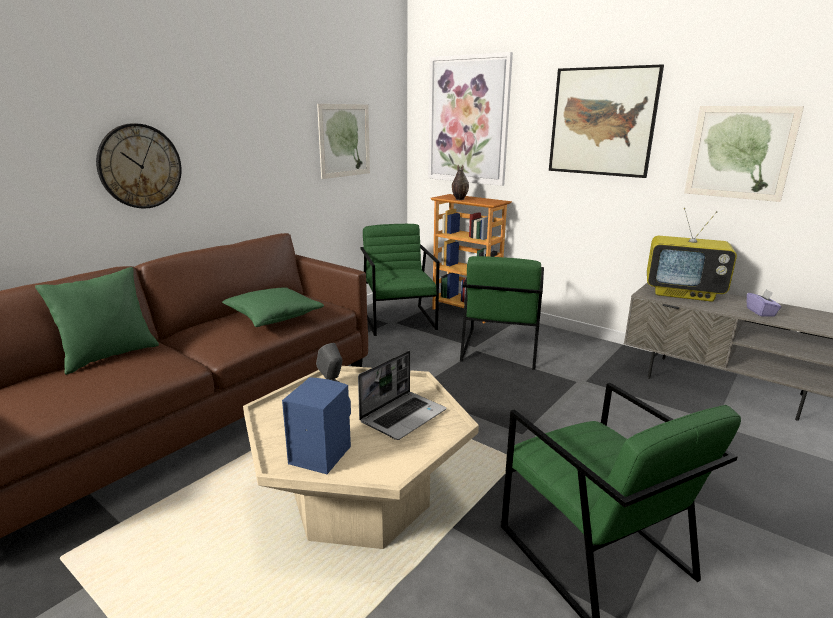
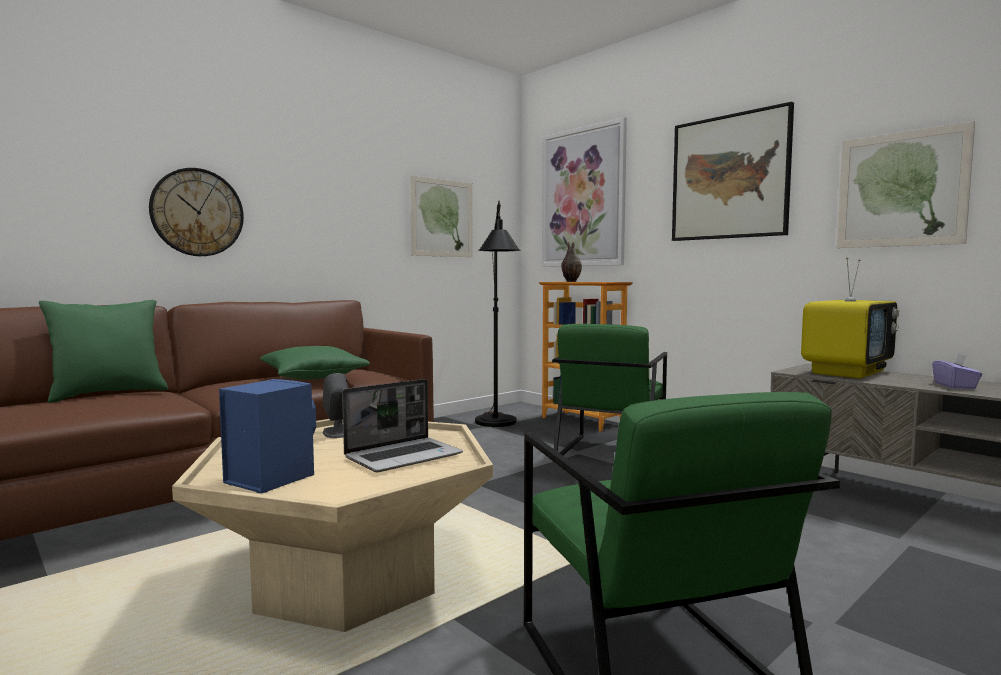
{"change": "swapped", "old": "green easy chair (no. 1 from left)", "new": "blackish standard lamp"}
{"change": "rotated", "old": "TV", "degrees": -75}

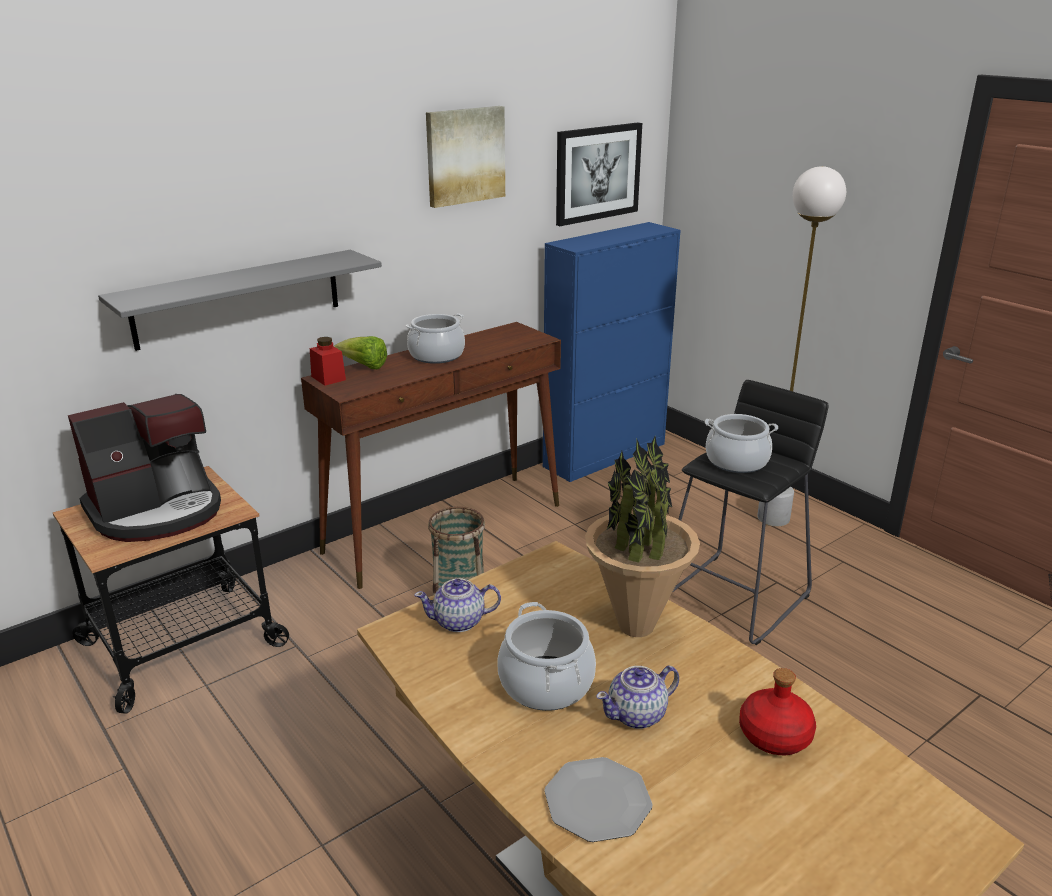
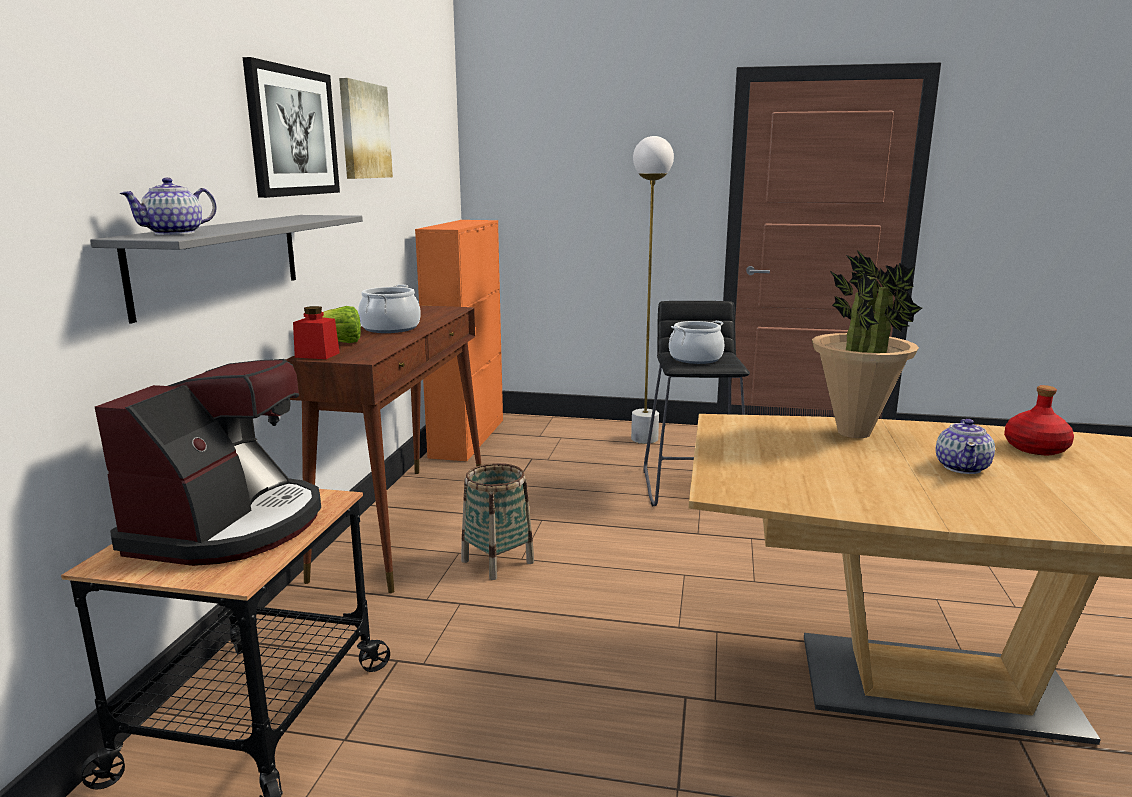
{"change": "shifted", "old": "teapot (no. 1 from left)"}
{"change": "shifted", "old": "picture (no. 2 from left in the first image)", "new": "picture (no. 1 from left)"}
{"change": "repainted", "old": "blue cupboard", "new": "orangey cupboard"}
{"change": "gone", "old": "stockpot (no. 2 from left)"}
{"change": "gone", "old": "dinner plate"}

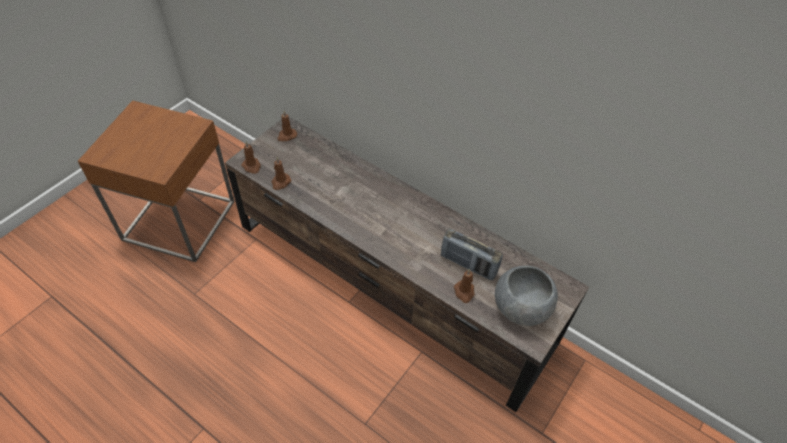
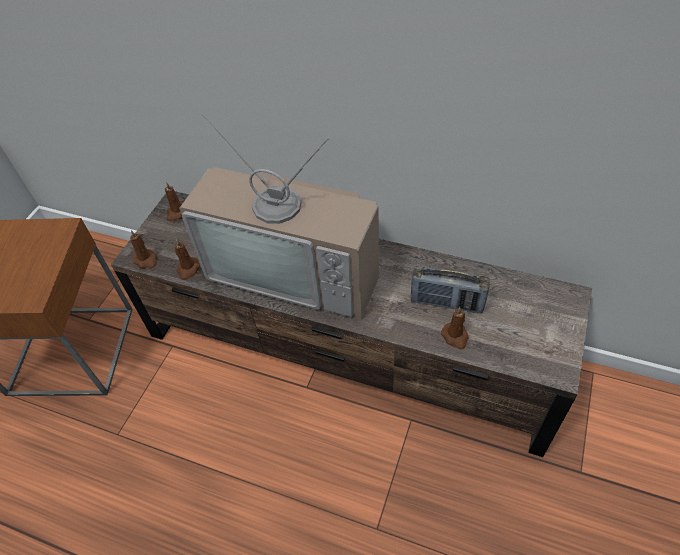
{"change": "new", "new": "TV"}
{"change": "gone", "old": "grey bowl"}

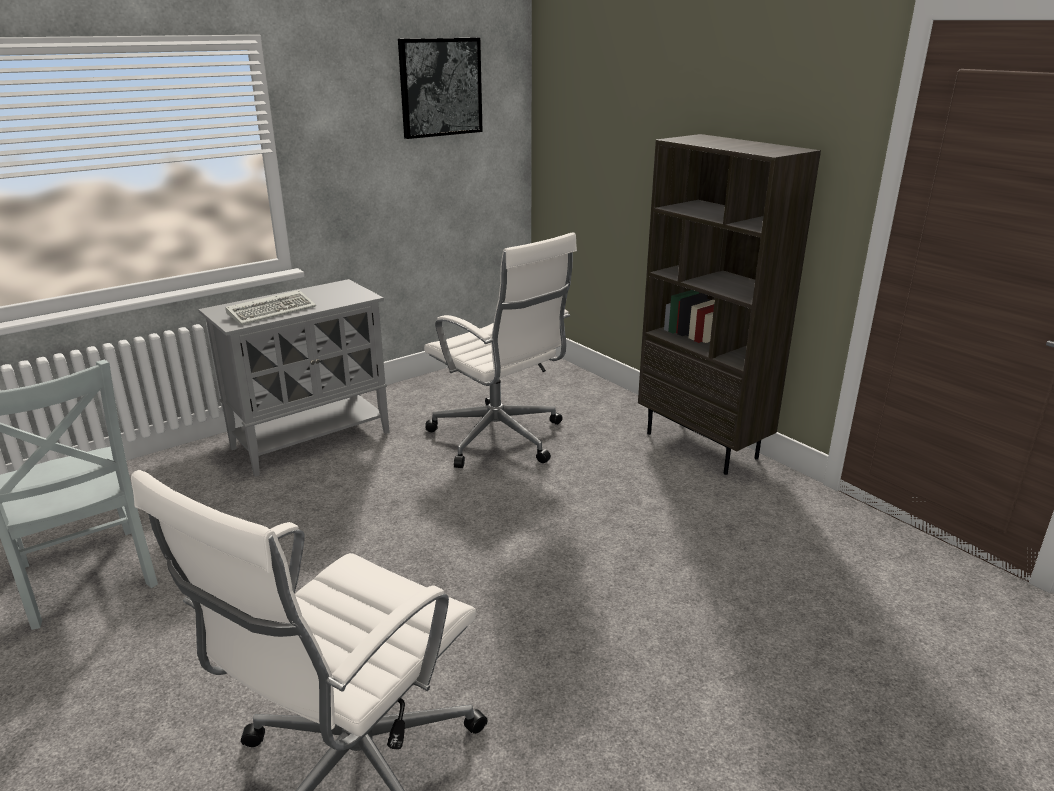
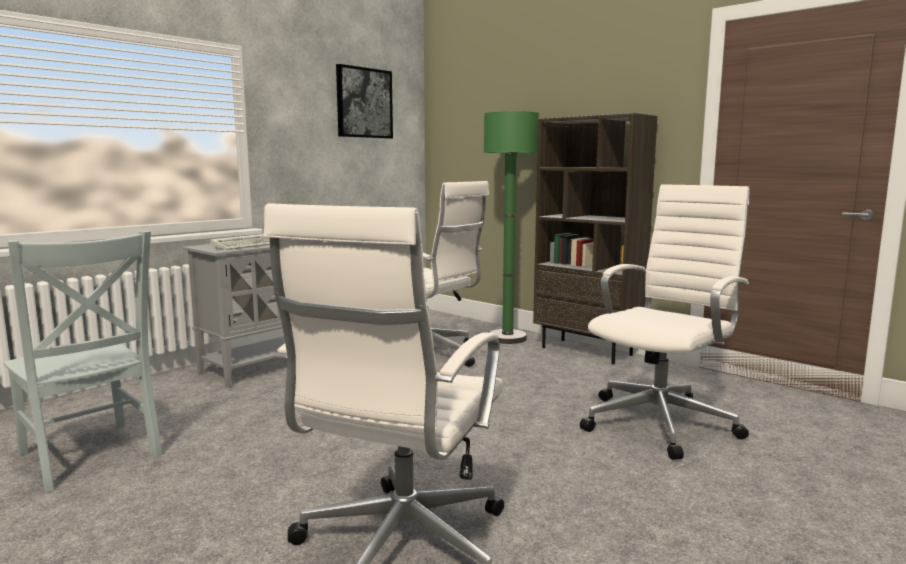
{"change": "new", "new": "green standard lamp"}
{"change": "new", "new": "white office chair (no. 3 from left)"}

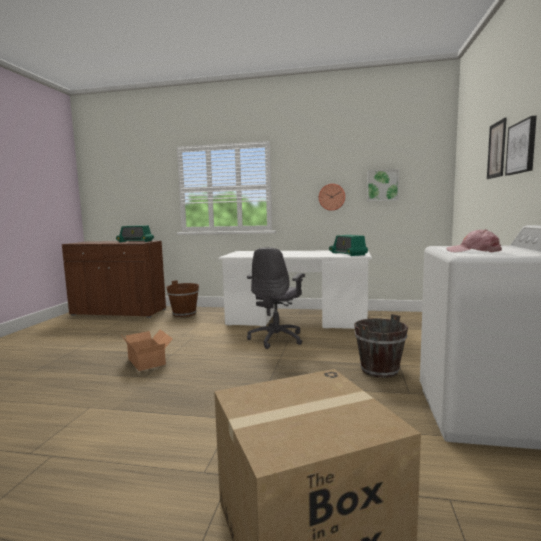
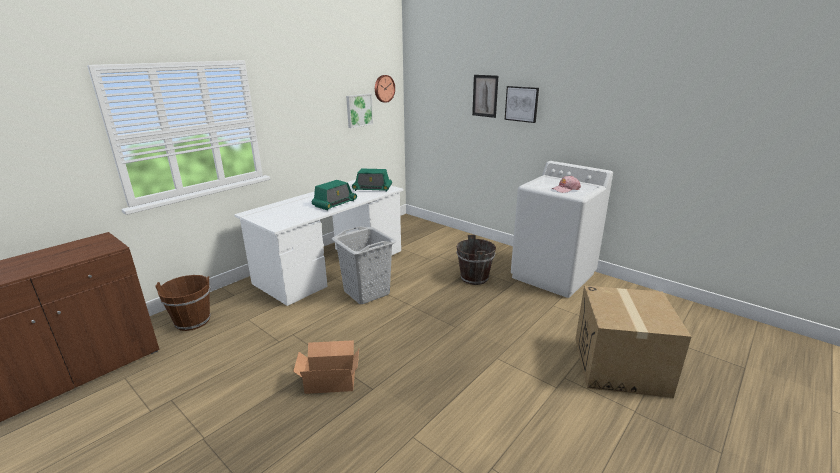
{"change": "shifted", "old": "radio (no. 1 from left)"}
{"change": "swapped", "old": "grey office chair", "new": "grey washing basket"}
{"change": "shifted", "old": "clock on the wall"}

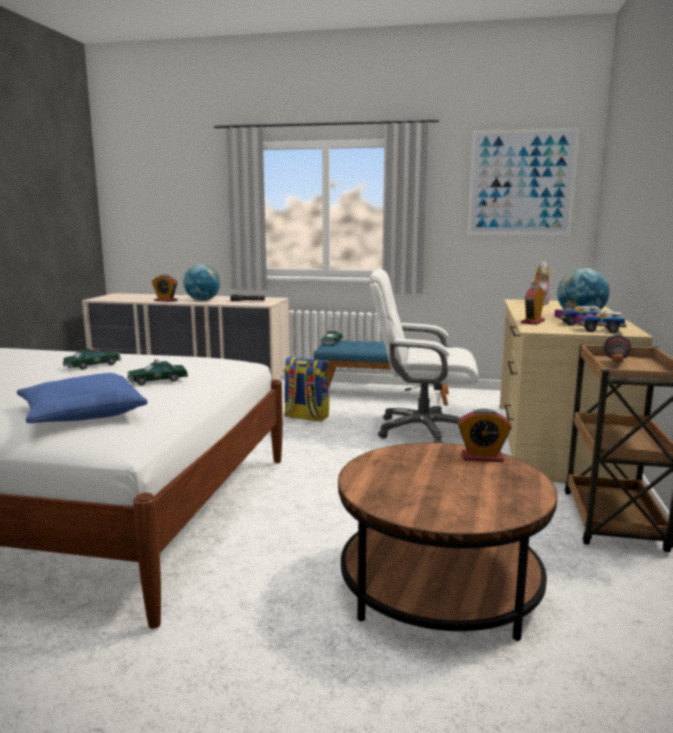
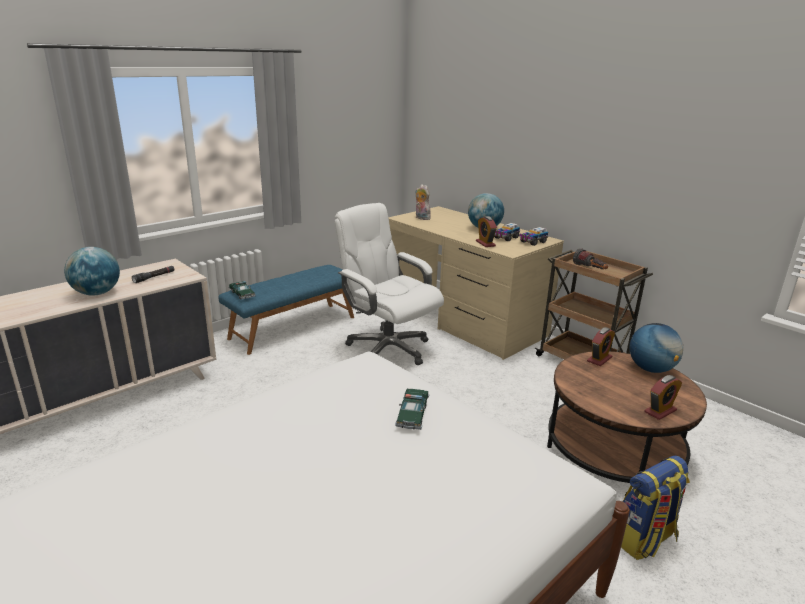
{"change": "rotated", "old": "white office chair", "degrees": 90}
{"change": "shifted", "old": "knapsack"}
{"change": "new", "new": "world globe (no. 3 from left)"}
{"change": "shifted", "old": "alarm clock (no. 1 from left in the first image)", "new": "alarm clock (no. 3 from left)"}
{"change": "gone", "old": "blue pillow"}
{"change": "gone", "old": "miniature car (no. 1 from left)"}
{"change": "gone", "old": "picture"}

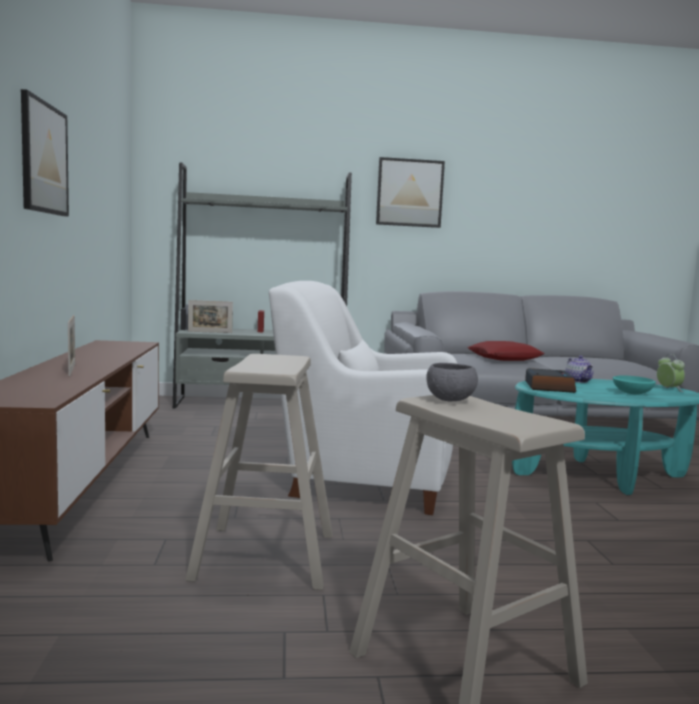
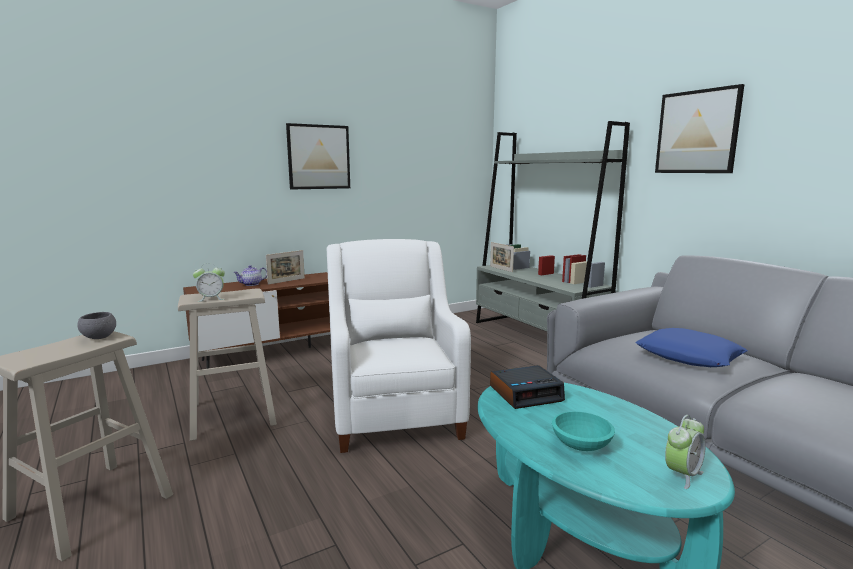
{"change": "new", "new": "alarm clock (no. 1 from left)"}
{"change": "shifted", "old": "teapot"}
{"change": "repainted", "old": "red pillow", "new": "blue pillow"}

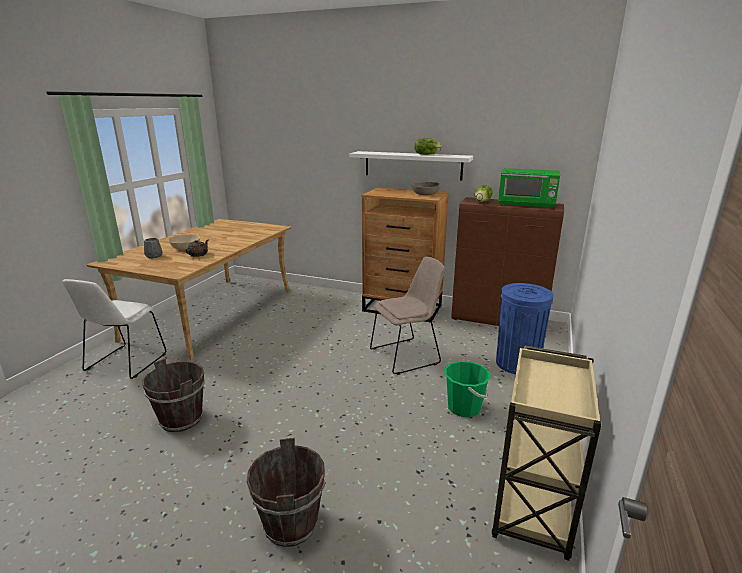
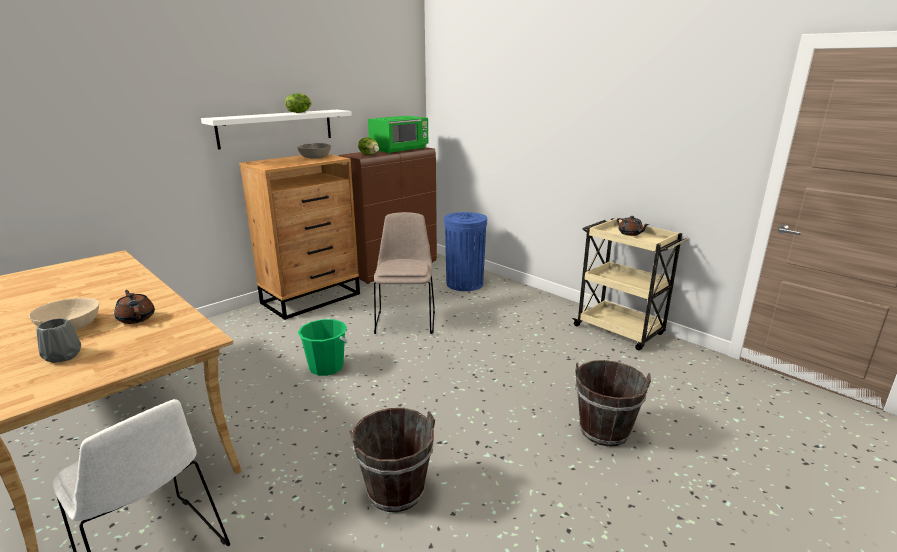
{"change": "shifted", "old": "green water bucket"}
{"change": "new", "new": "brown teapot (no. 2 from left)"}

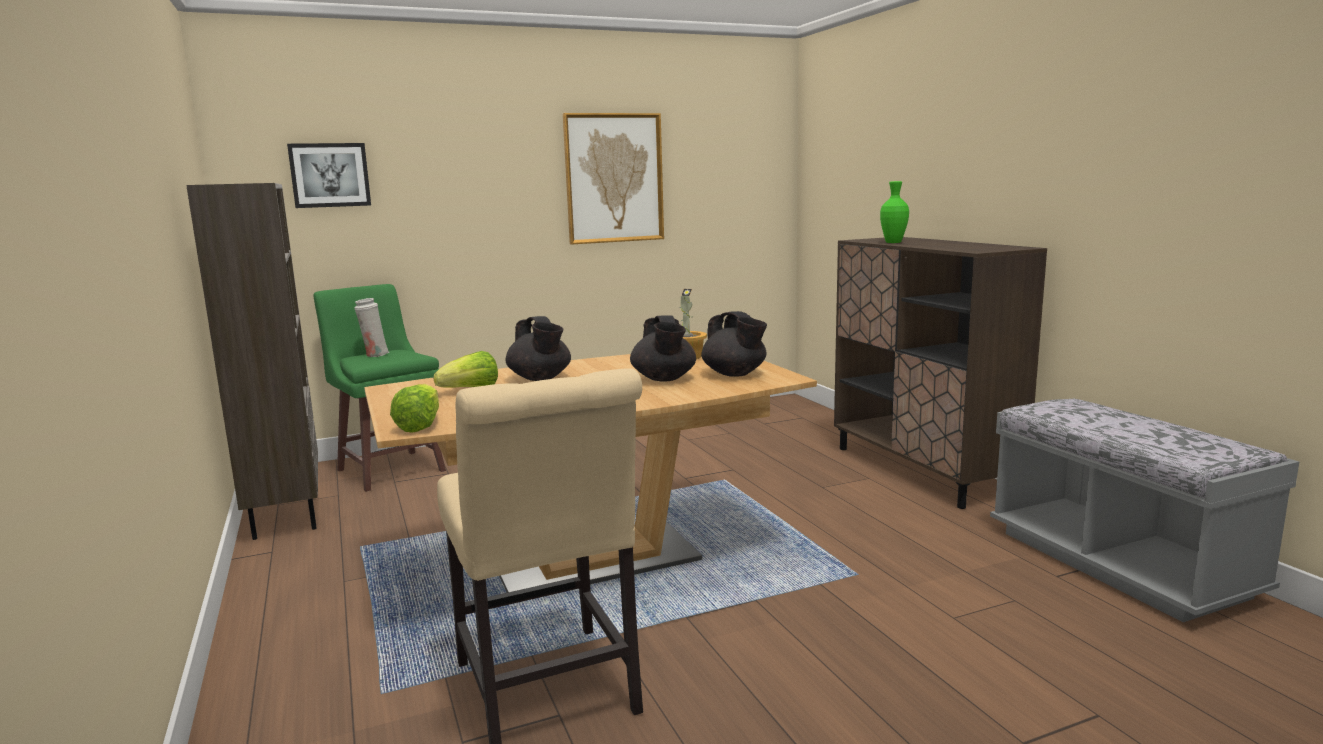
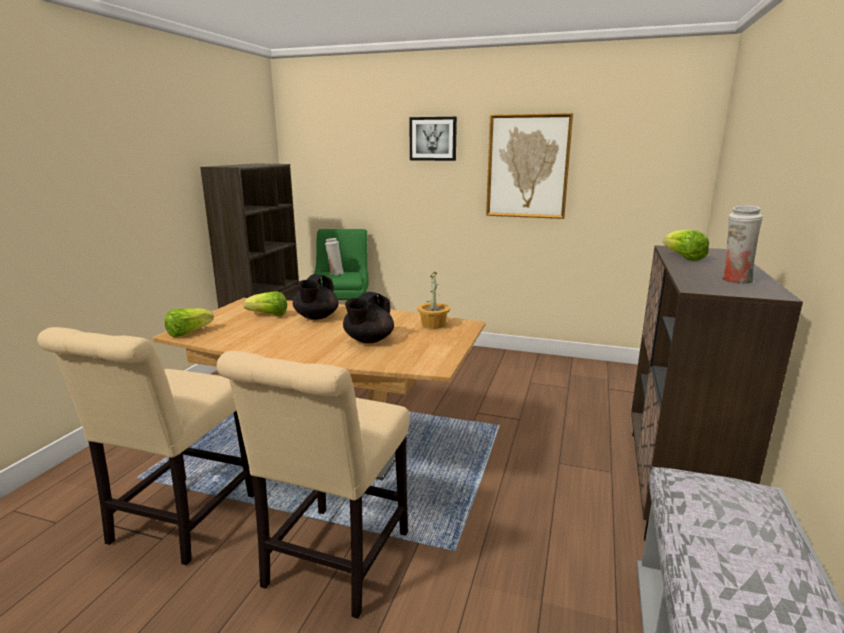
{"change": "new", "new": "beige-coloured upright chair (no. 2 from left)"}
{"change": "shifted", "old": "picture (no. 1 from left)"}
{"change": "swapped", "old": "green decorative vase", "new": "lettuce (no. 3 from left)"}
{"change": "new", "new": "white decorative vase (no. 2 from left)"}
{"change": "gone", "old": "blackish teapot (no. 3 from left)"}

